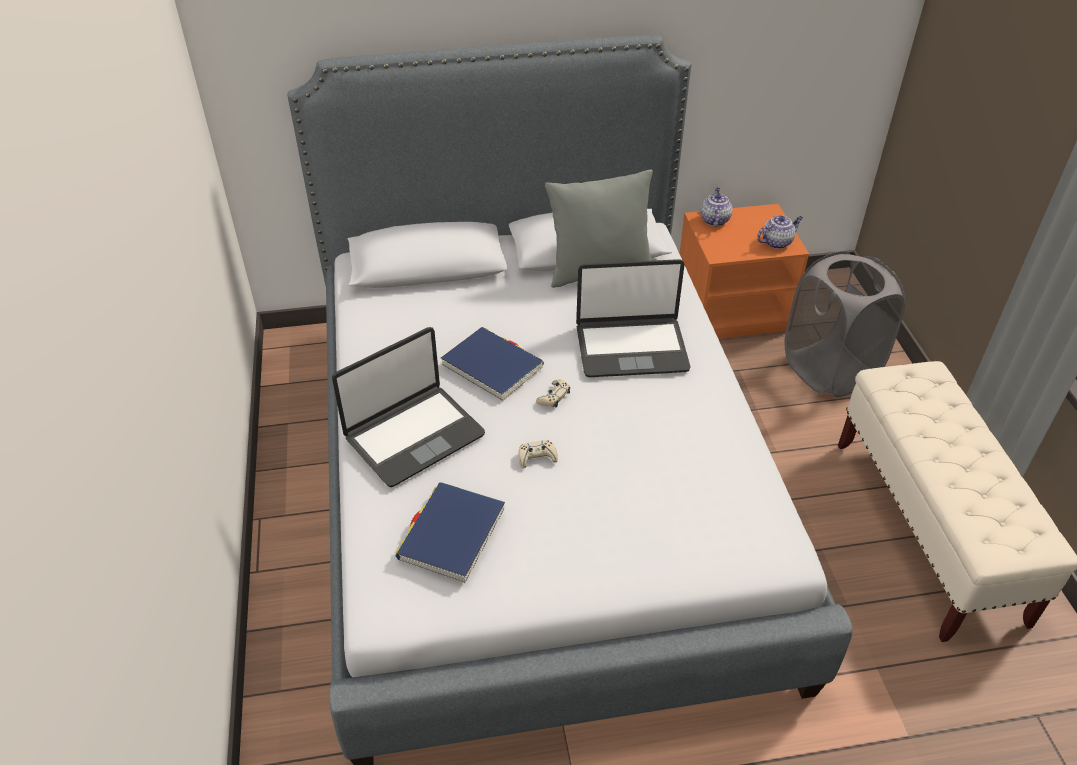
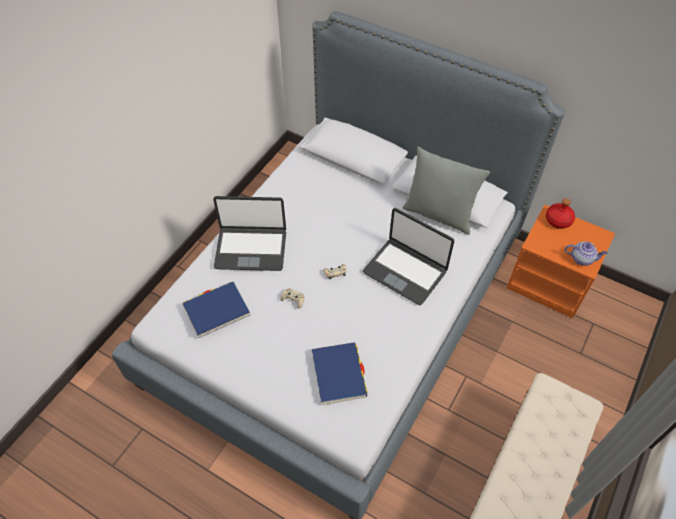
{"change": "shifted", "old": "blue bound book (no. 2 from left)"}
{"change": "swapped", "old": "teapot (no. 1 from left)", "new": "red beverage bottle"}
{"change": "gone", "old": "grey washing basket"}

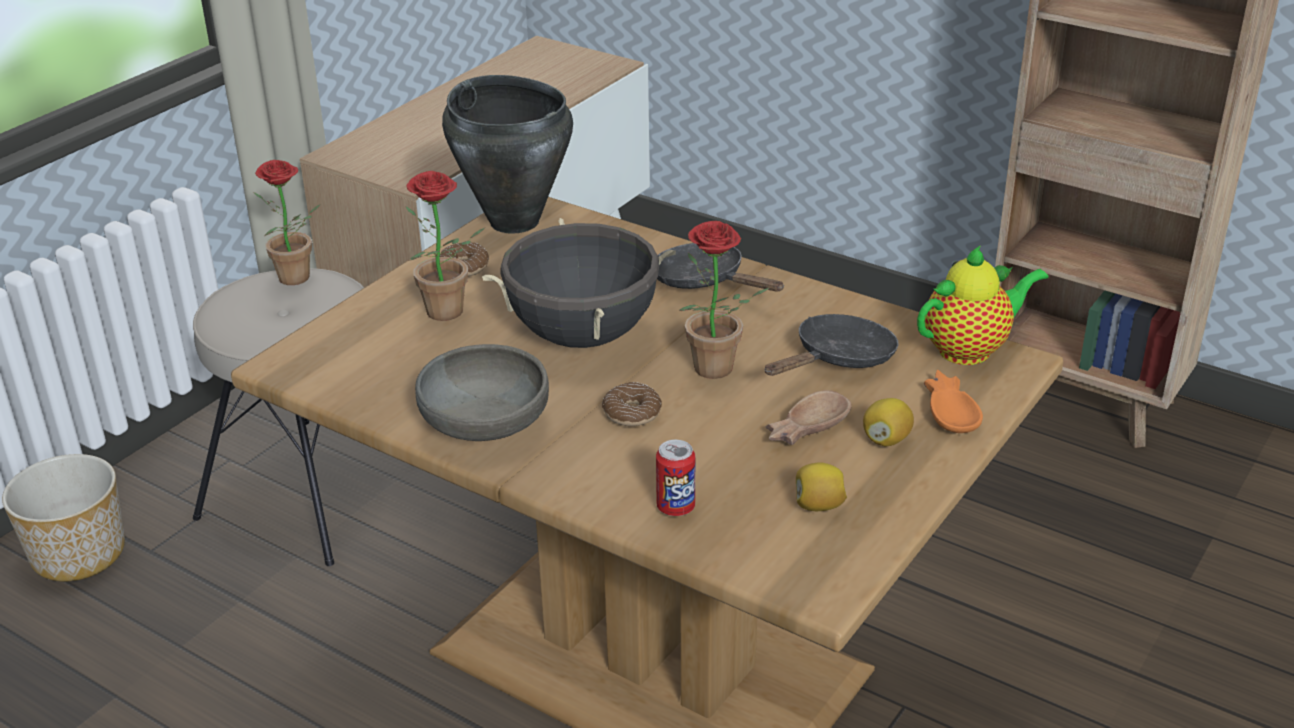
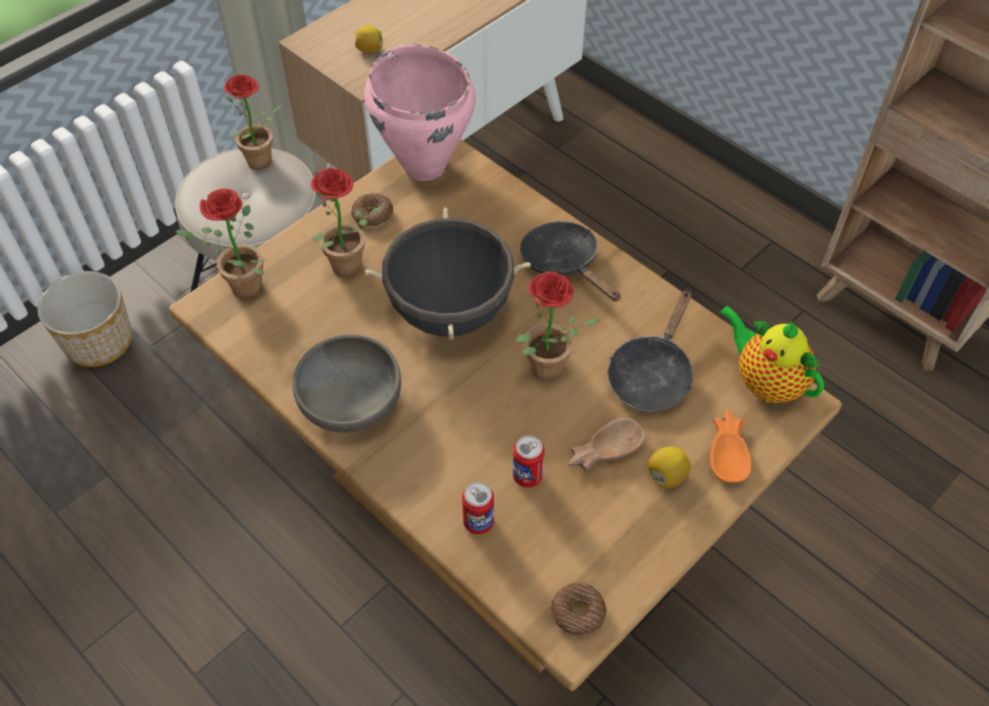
{"change": "new", "new": "potted plant (no. 1 from left)"}
{"change": "shifted", "old": "citrus fruit (no. 1 from left)"}
{"change": "repainted", "old": "blackish stockpot (no. 1 from left)", "new": "pink-coloured stockpot"}
{"change": "new", "new": "metal can (no. 2 from left)"}
{"change": "shifted", "old": "donut (no. 2 from left)"}
{"change": "rotated", "old": "blackish frying pan (no. 2 from left)", "degrees": 150}
{"change": "rotated", "old": "teapot", "degrees": -120}

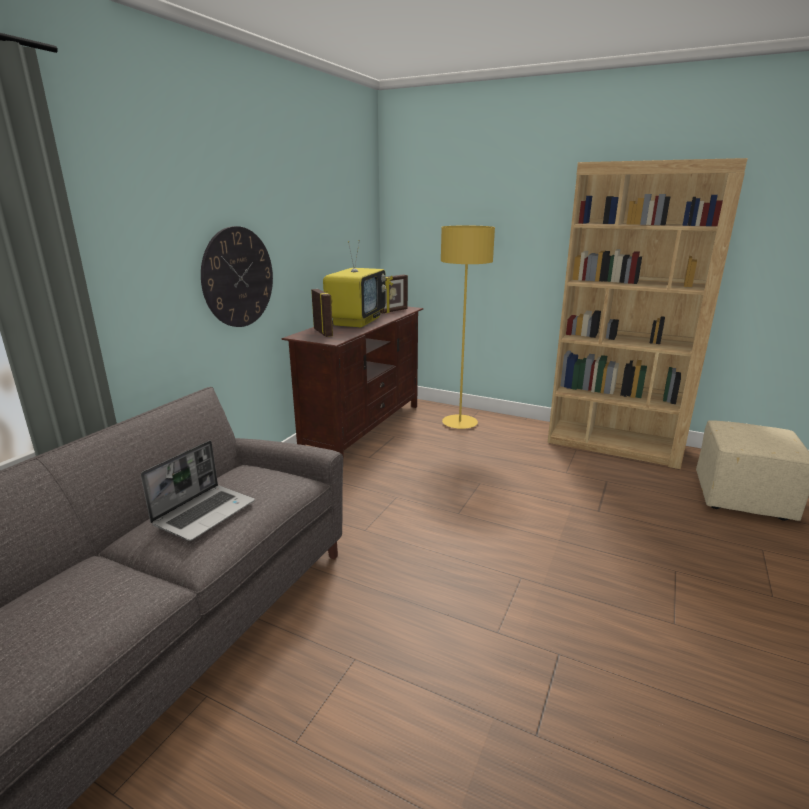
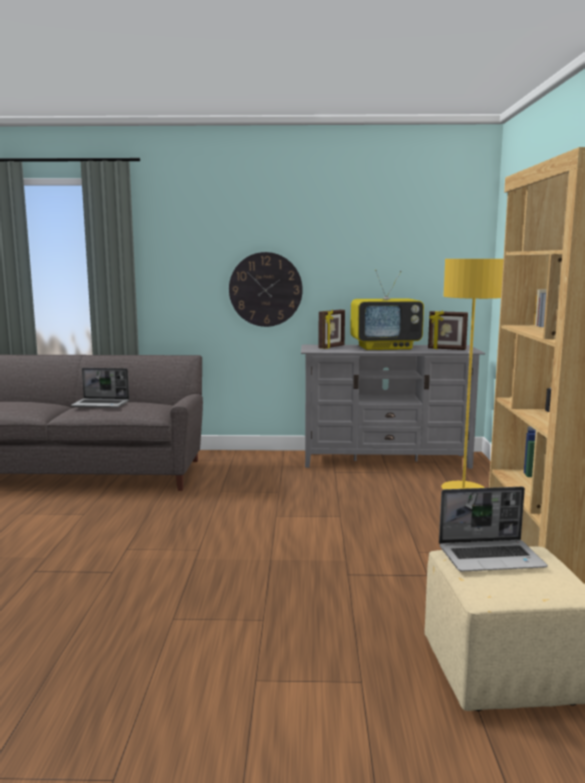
{"change": "repainted", "old": "brown media console", "new": "grey media console"}
{"change": "new", "new": "portable computer (no. 2 from left)"}

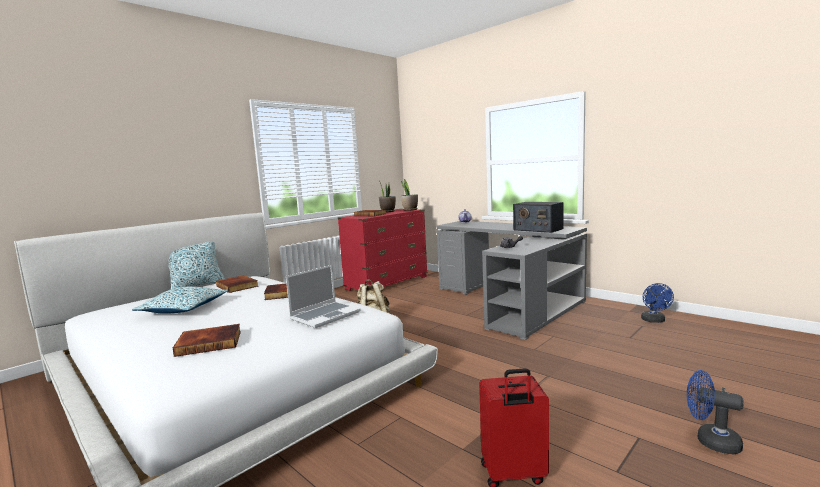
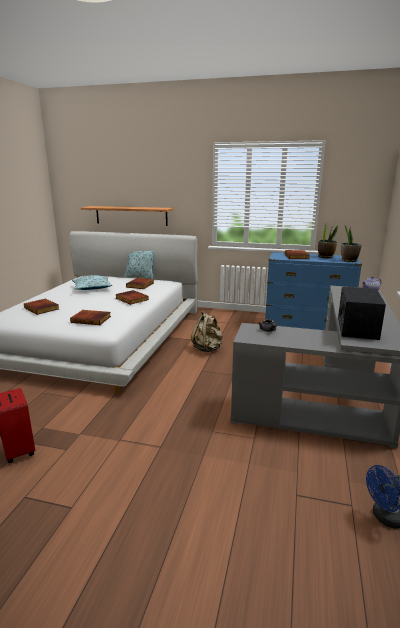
{"change": "swapped", "old": "portable computer", "new": "bound book (no. 2 from left)"}
{"change": "new", "new": "wall shelf"}
{"change": "repainted", "old": "red dresser", "new": "blue dresser"}
{"change": "gone", "old": "blue cooling fan (no. 2 from left)"}

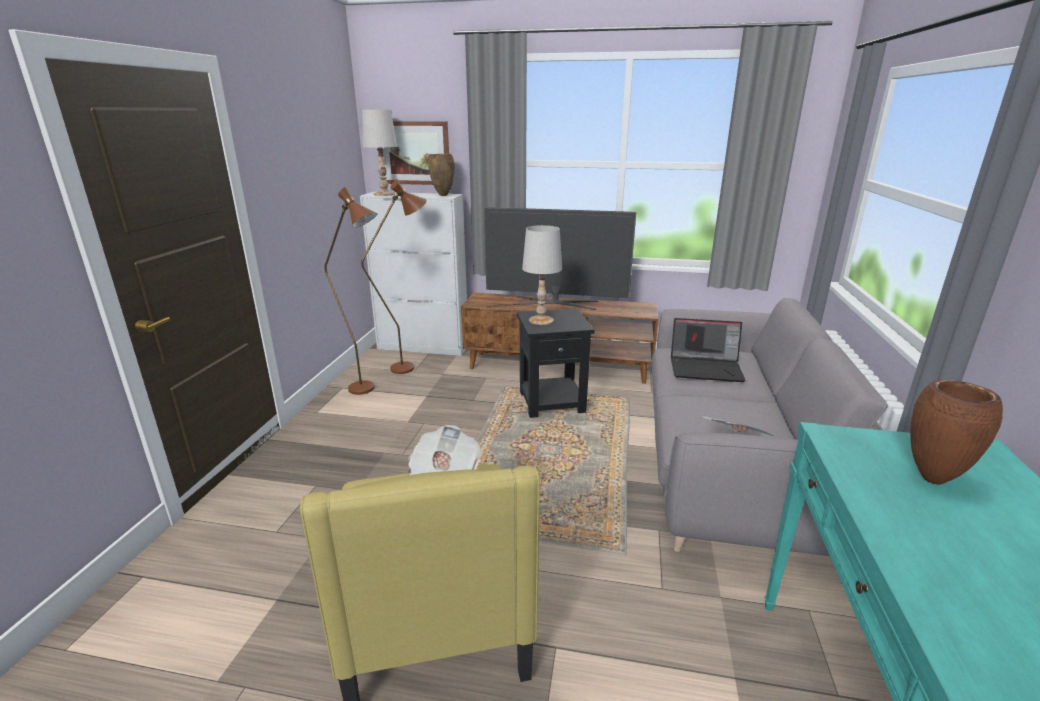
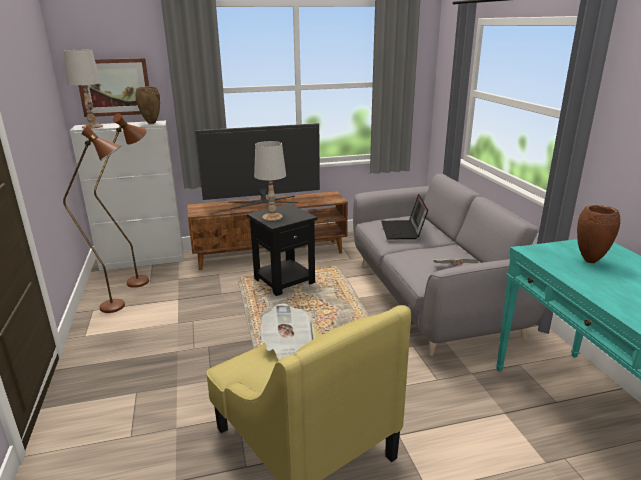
{"change": "rotated", "old": "portable computer", "degrees": 105}

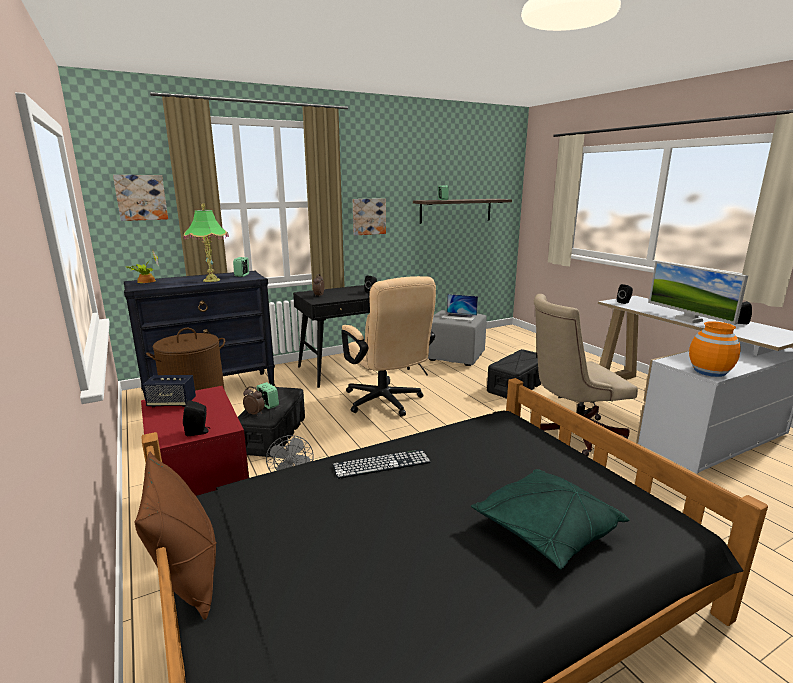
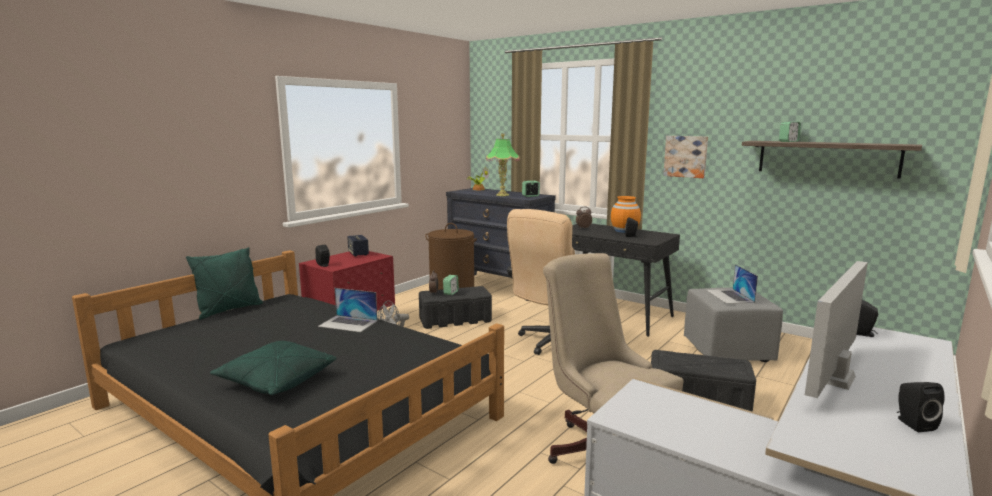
{"change": "repainted", "old": "brown pillow", "new": "green pillow (no. 1 from left)"}
{"change": "swapped", "old": "computer keyboard", "new": "portable computer (no. 1 from left)"}
{"change": "shifted", "old": "orangey decorative vase"}
{"change": "gone", "old": "picture (no. 1 from left)"}

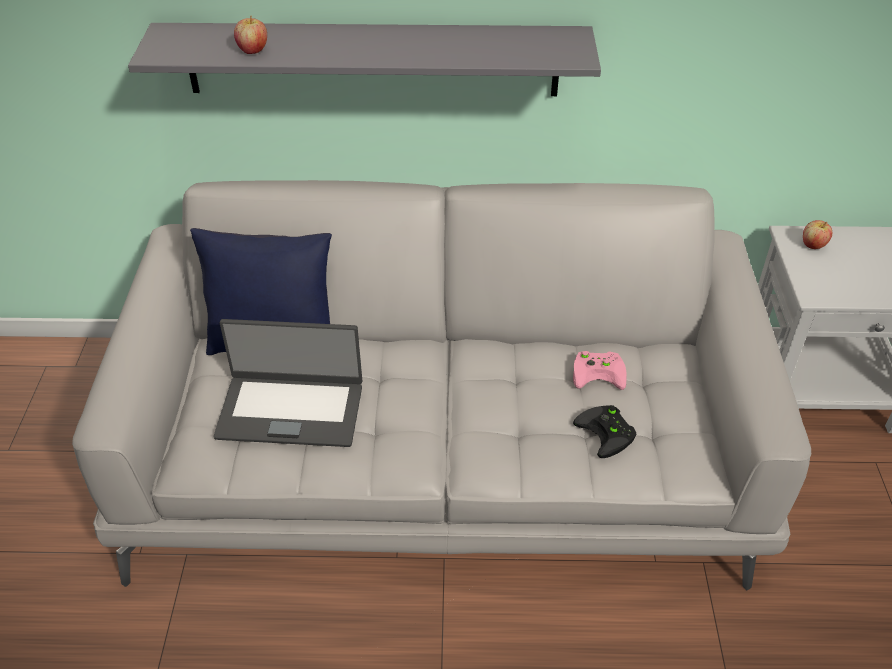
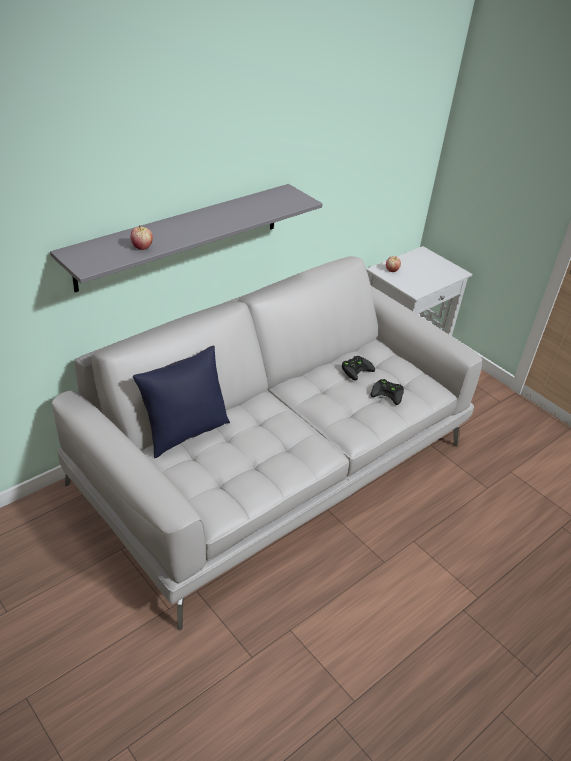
{"change": "repainted", "old": "pink-coloured joypad", "new": "blackish joypad (no. 1 from left)"}
{"change": "gone", "old": "portable computer"}

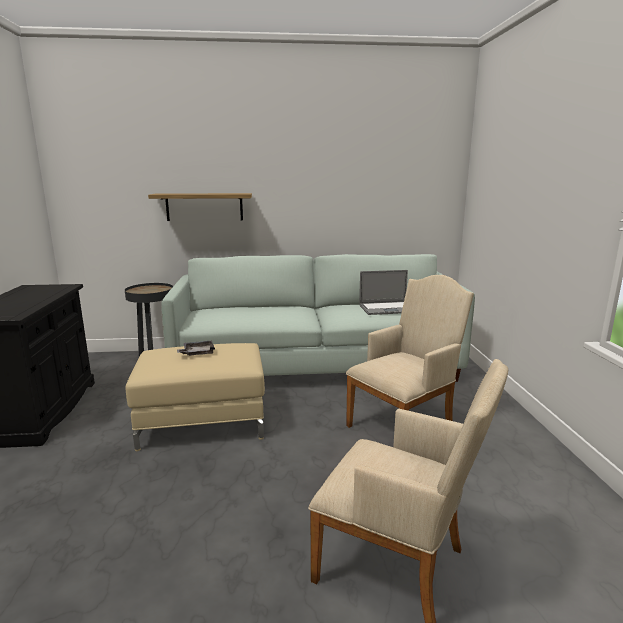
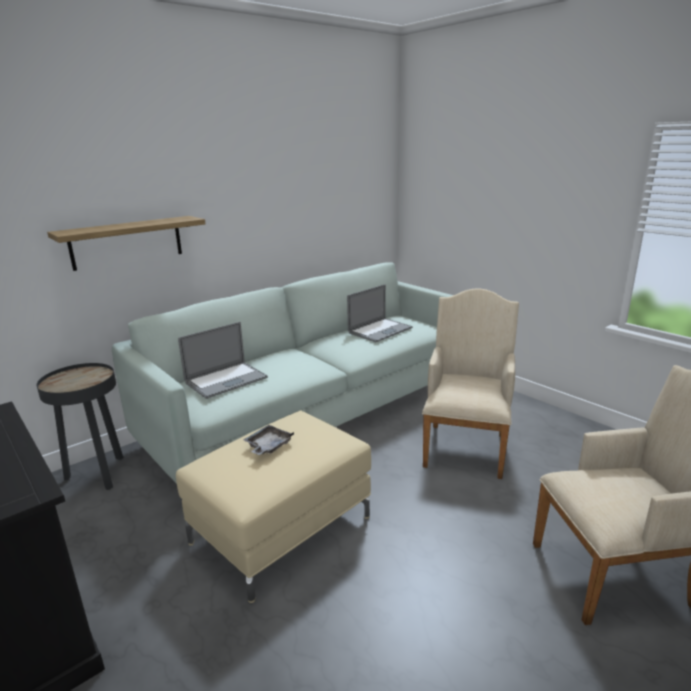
{"change": "new", "new": "portable computer (no. 1 from left)"}

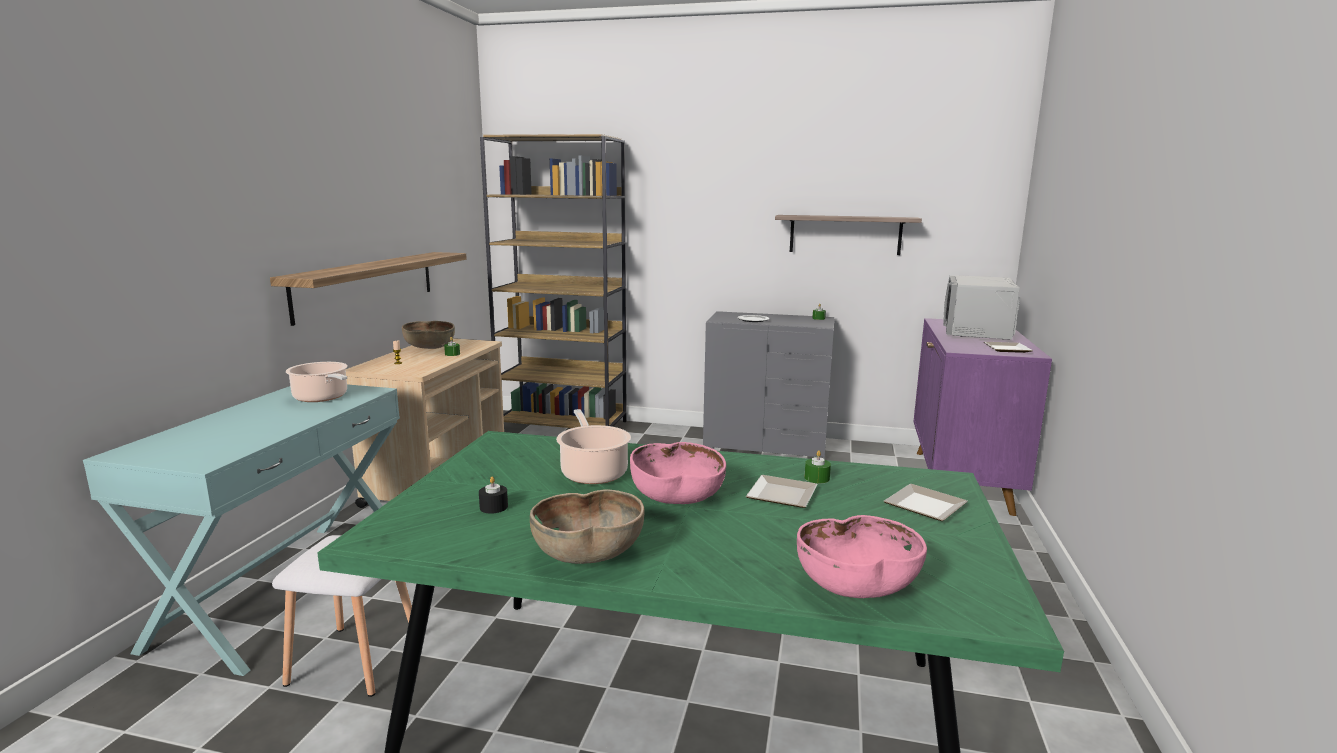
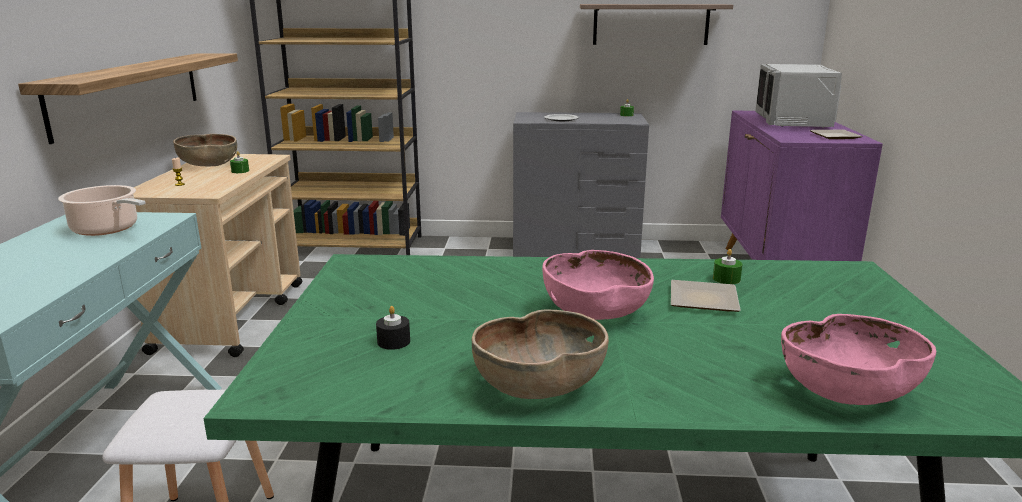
{"change": "gone", "old": "stockpot (no. 2 from left)"}
{"change": "gone", "old": "dinner plate (no. 3 from left)"}

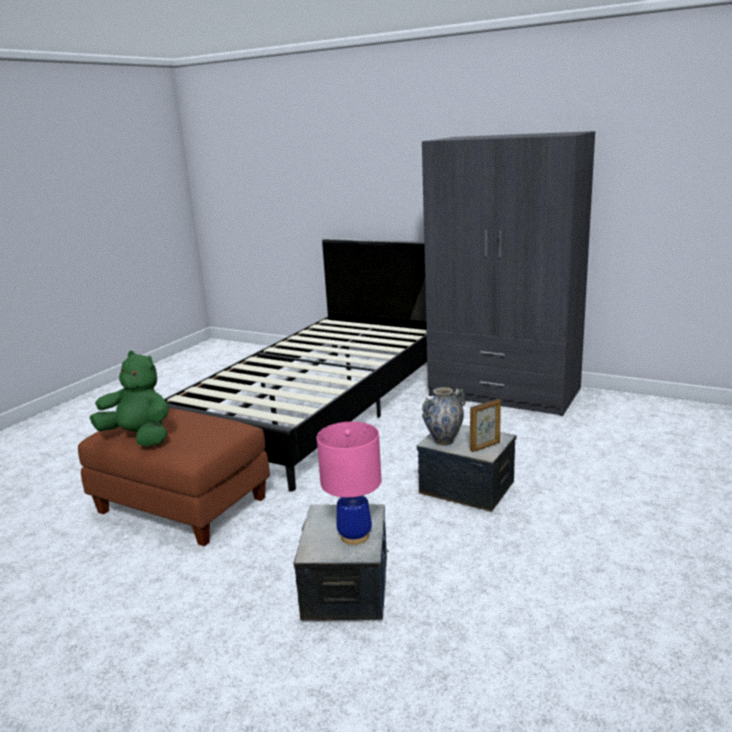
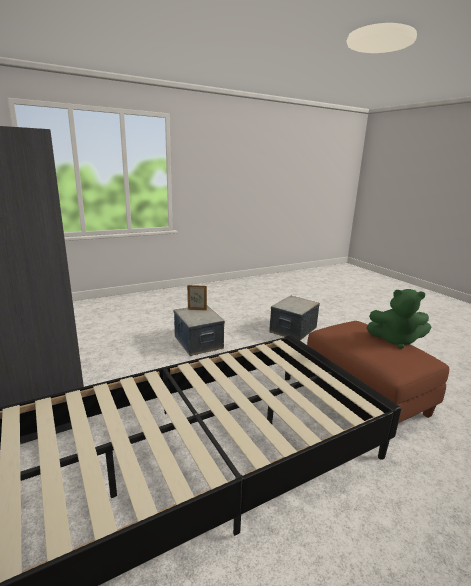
{"change": "rotated", "old": "green plush toy", "degrees": -45}
{"change": "gone", "old": "pink-coloured lamp for a table"}
{"change": "gone", "old": "decorative vase"}

